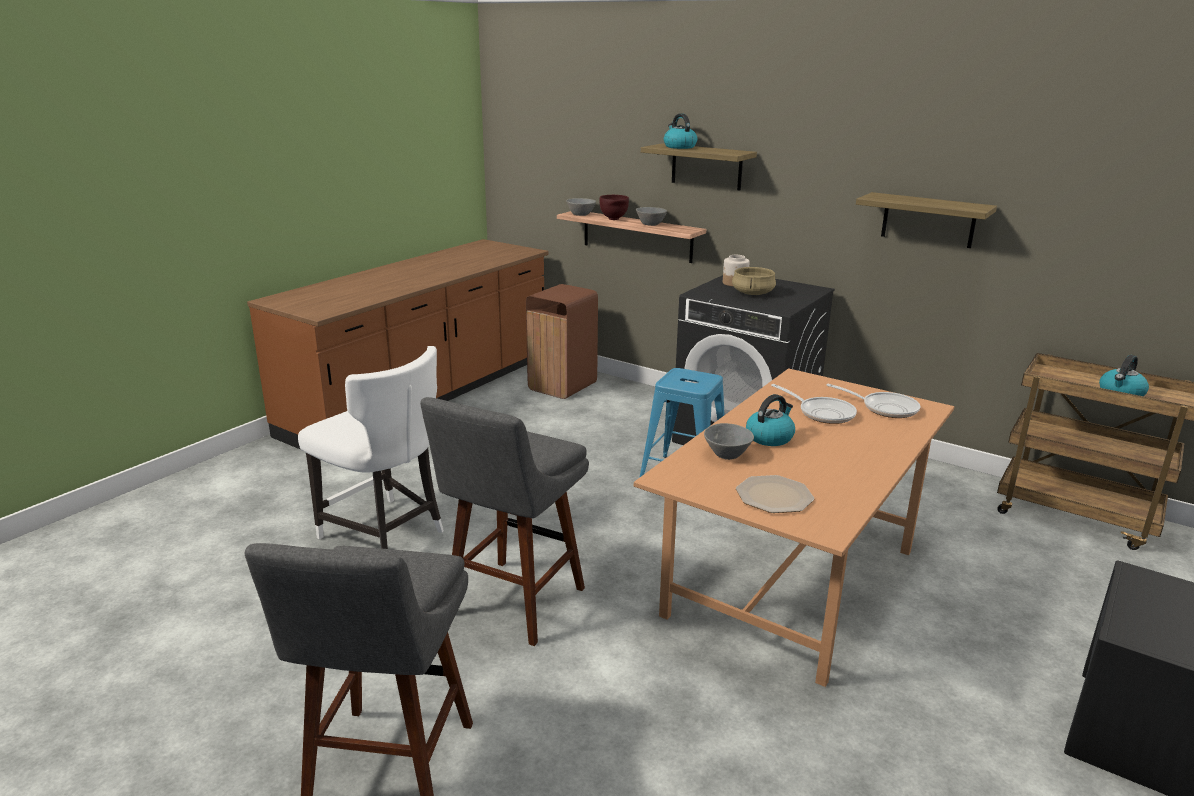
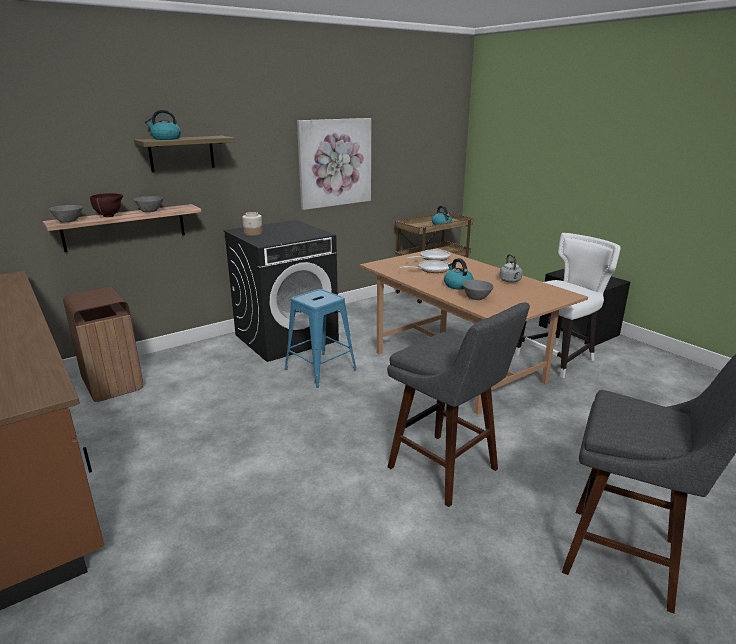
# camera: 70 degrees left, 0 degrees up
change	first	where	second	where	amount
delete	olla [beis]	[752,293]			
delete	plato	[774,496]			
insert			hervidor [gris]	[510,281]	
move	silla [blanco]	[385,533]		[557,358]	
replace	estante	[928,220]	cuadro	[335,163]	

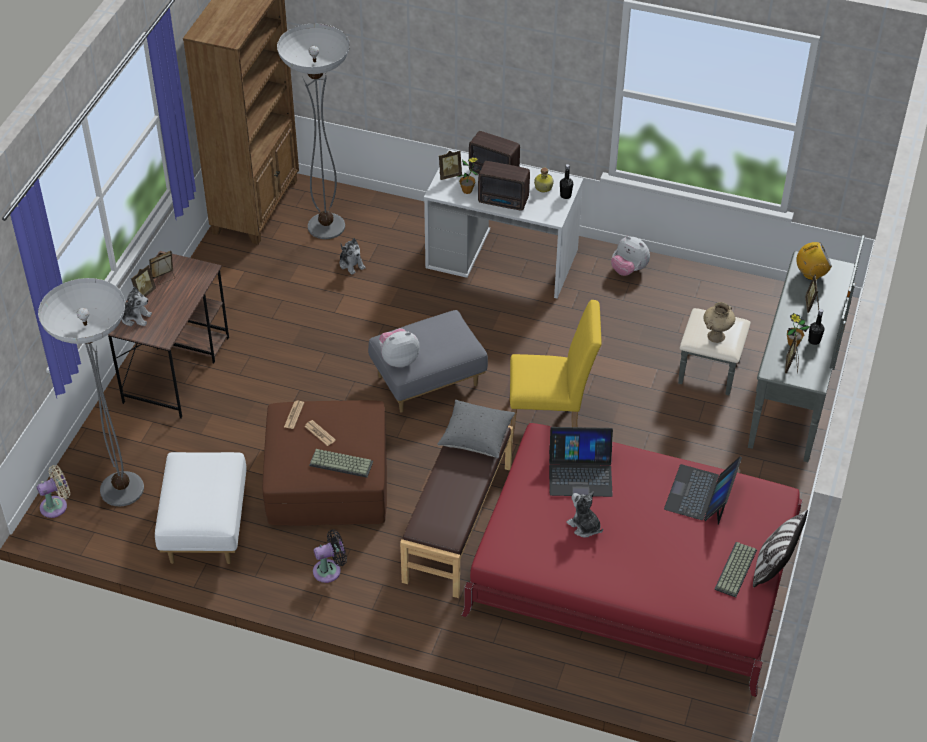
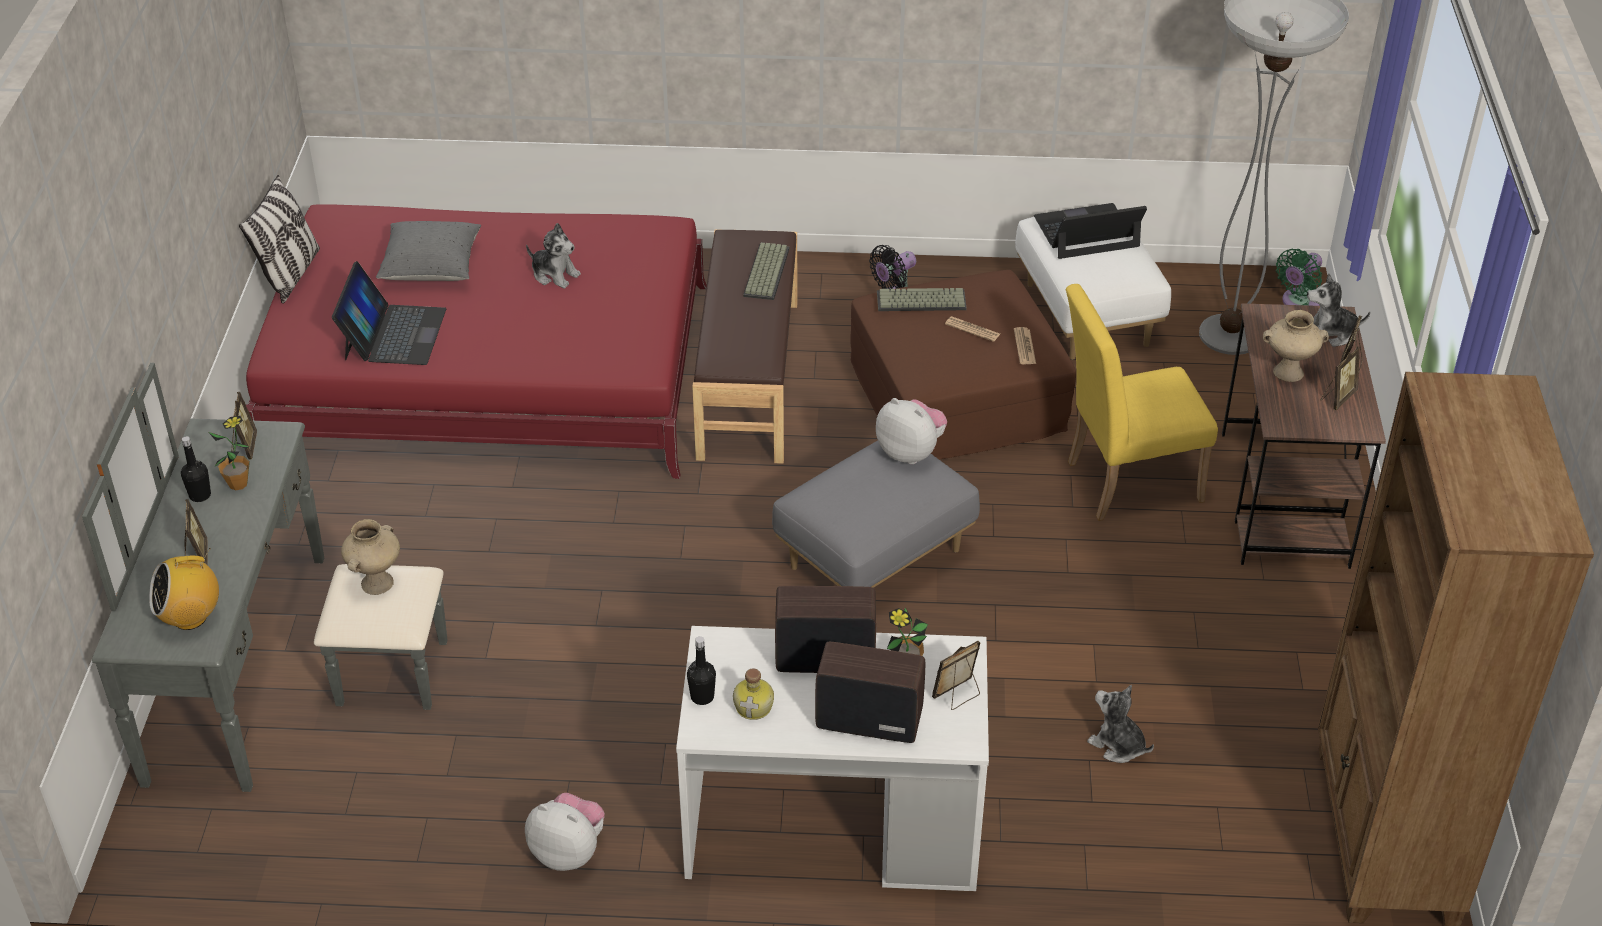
# camera: 165 degrees right, 5 degrees down
change	first	where	second	where	amount
delete	lámpara de pie	[326,226]			
insert			florero [beis]	[1287,373]	
move	cojín [gris]	[476,437]		[431,267]	
move	silla [amarillo]	[551,420]		[1123,482]	
move	portátil	[580,473]		[1086,232]	
move	teclado	[736,570]		[765,271]	
recolor	ventilador [beis]	[56,506]	ventilador [verde]	[1298,303]	
rotate	peluche	[398,359]		[910,452]	105 degrees counterclockwise

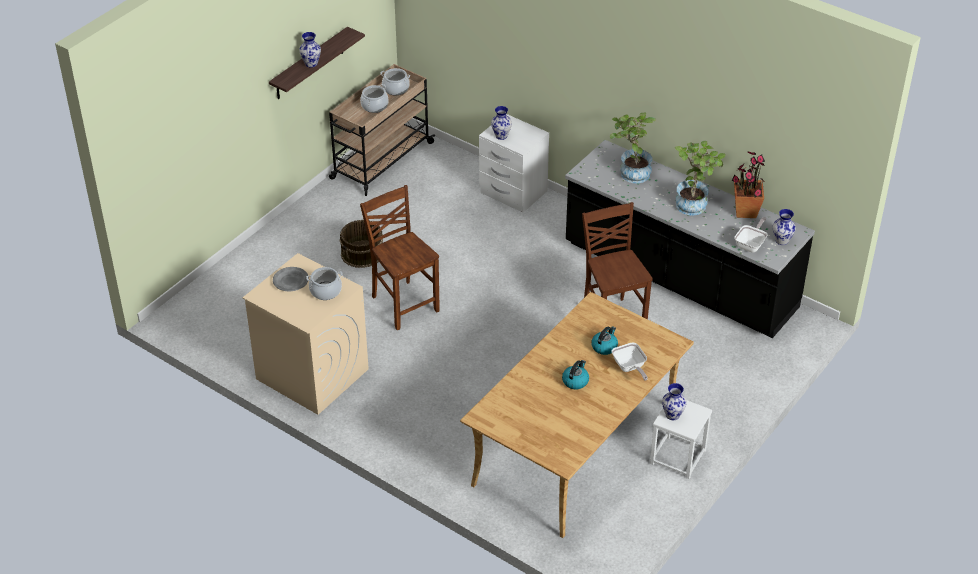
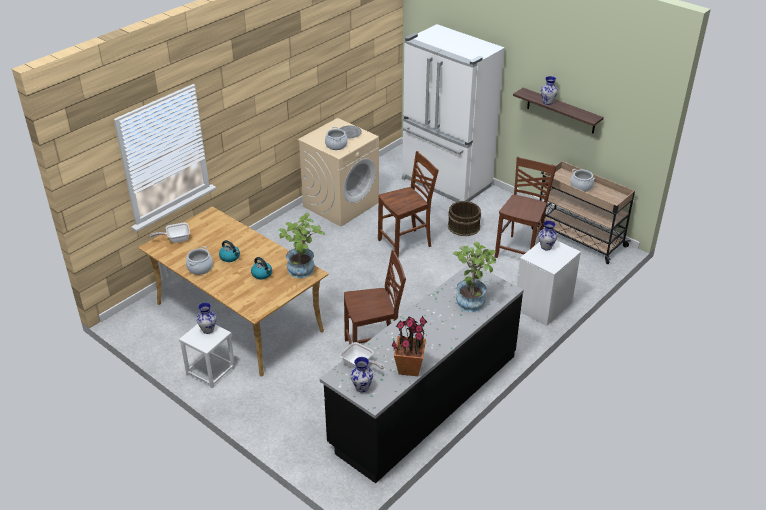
# camera: 95 degrees right, 5 degrees down
change	first	where	second	where	amount
insert			nevera [blanco]	[445,183]	
insert			silla [marrón]	[520,250]	
move	olla	[395,89]		[200,268]	
move	sartén	[629,368]		[176,239]	
move	planta en maceta	[694,203]		[303,272]	

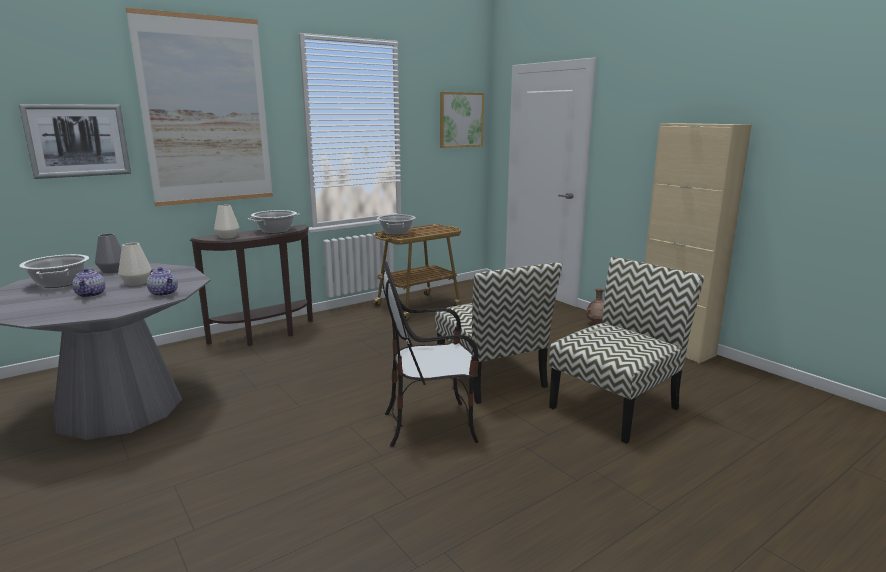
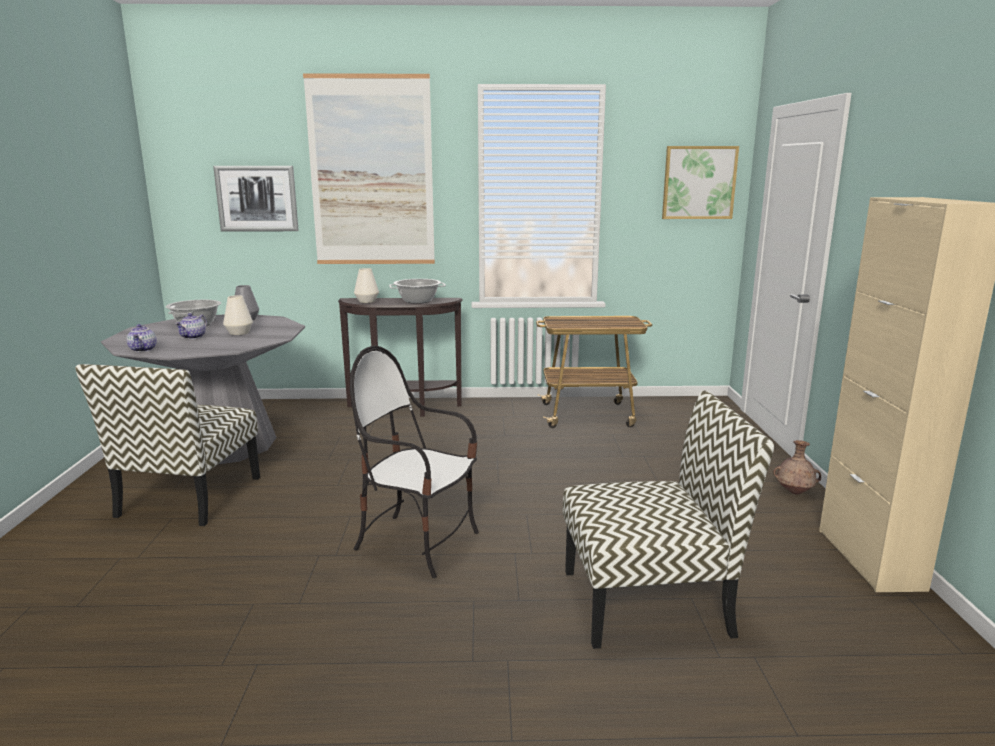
# camera: 35 degrees right, 0 degrees up
change	first	where	second	where	amount
delete	olla	[396,233]			
move	tetera	[164,293]		[144,350]	
move	silla	[492,377]		[189,497]	

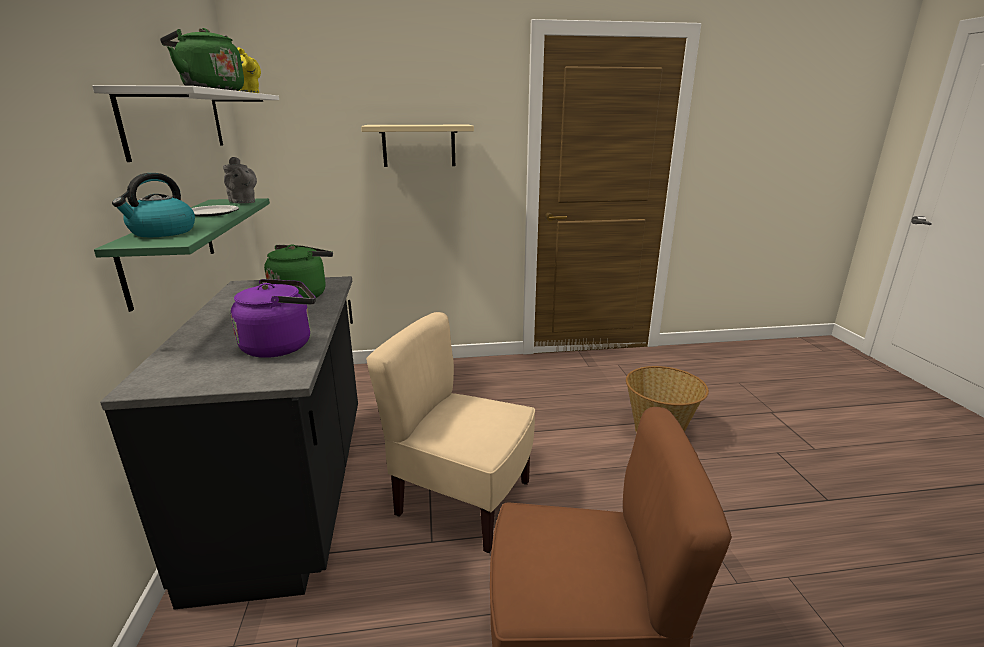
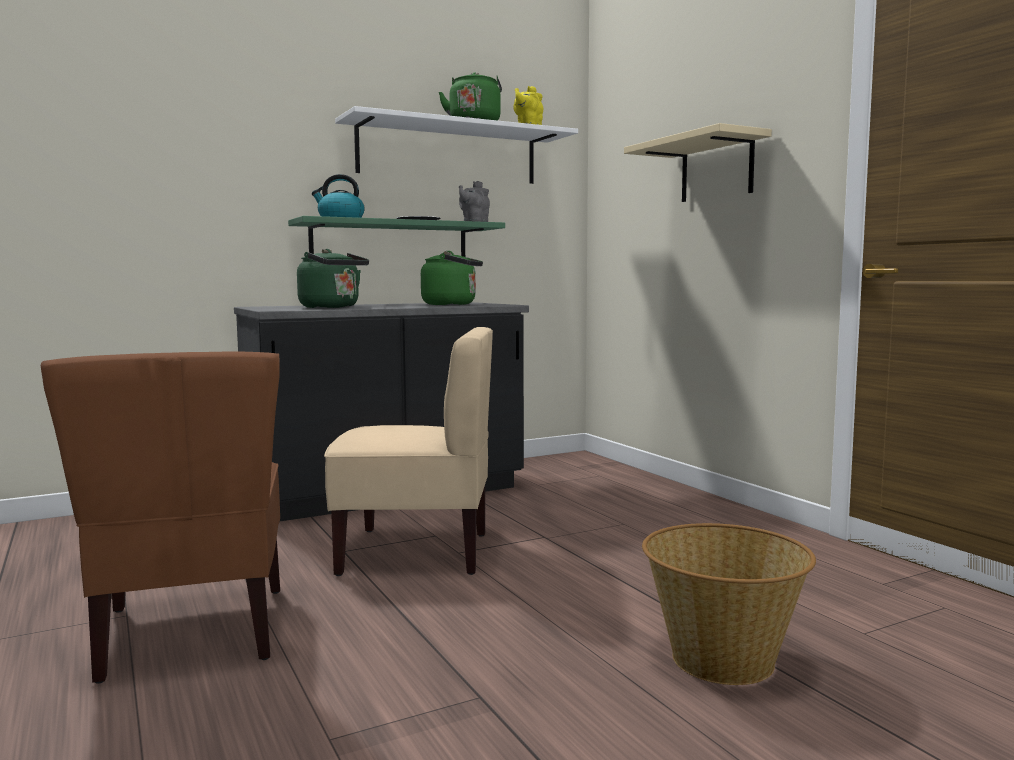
# camera: 70 degrees right, 15 degrees down
change	first	where	second	where	amount
recolor	hervidor [morado]	[281,346]	hervidor [verde]	[332,307]	
rotate	silla [beis]	[462,500]		[416,553]	90 degrees clockwise

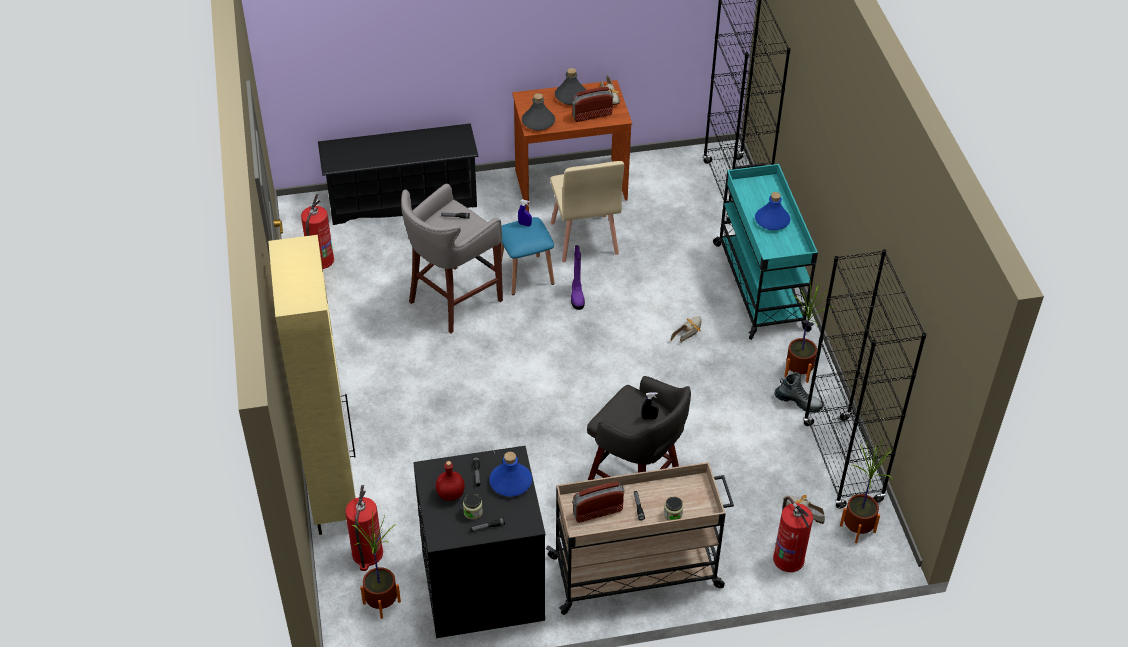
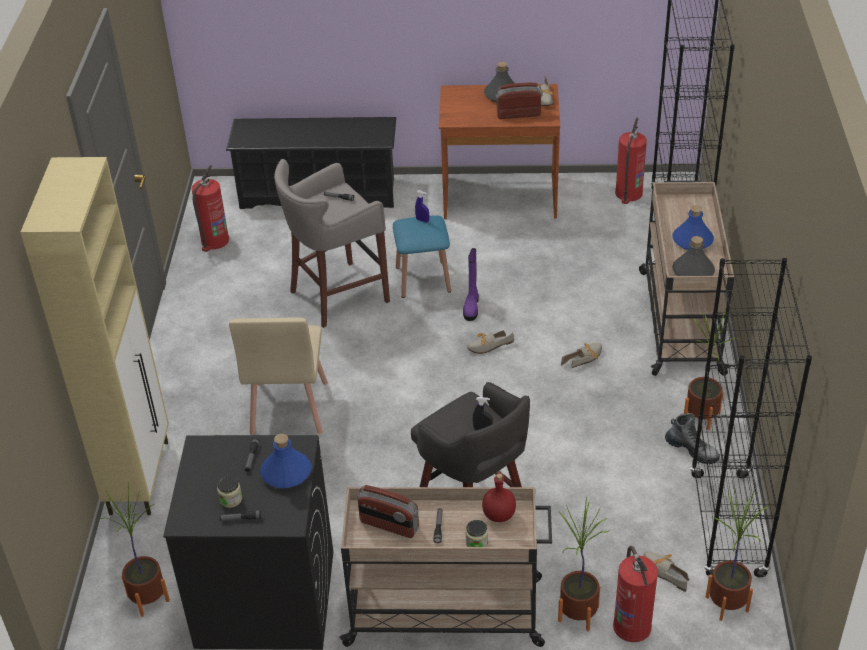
# camera: 15 degrees right, 5 degrees down
change	first	where	second	where	amount
insert			zapato	[487,346]	
insert			planta en maceta	[578,614]	
move	extintor	[367,554]		[628,193]	
move	botella [rojo]	[451,494]		[499,515]	
move	botella [gris]	[538,122]		[693,271]	
move	silla [beis]	[584,238]		[288,408]	
recolor	carrito [turquesa]	[759,285]	carrito [beis]	[680,320]	
rotate	radio	[597,511]		[389,525]	150 degrees counterclockwise

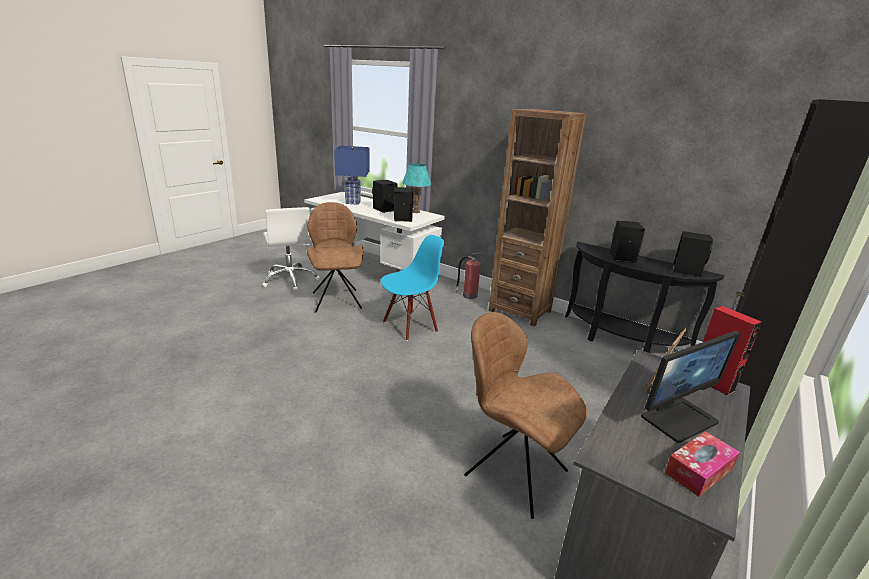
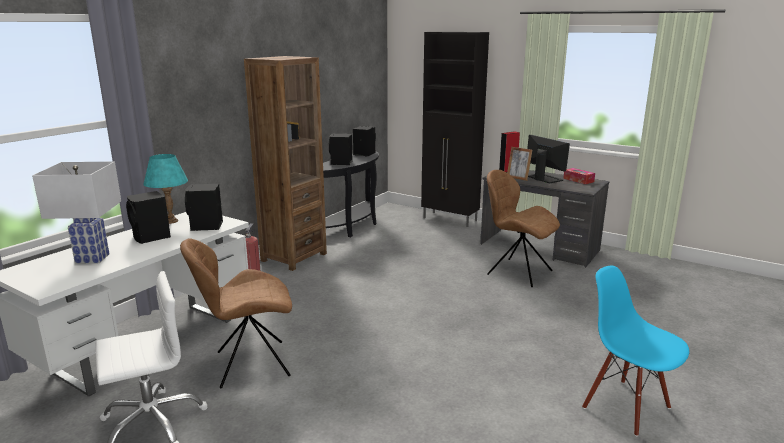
# camera: 90 degrees left, 5 degrees down
change	first	where	second	where	amount
move	silla [azul]	[410,326]		[626,407]	
recolor	lámpara de mesa [azul]	[353,202]	lámpara de mesa [blanco]	[91,259]	
rotate	silla [marrón]	[512,471]		[517,272]	90 degrees clockwise

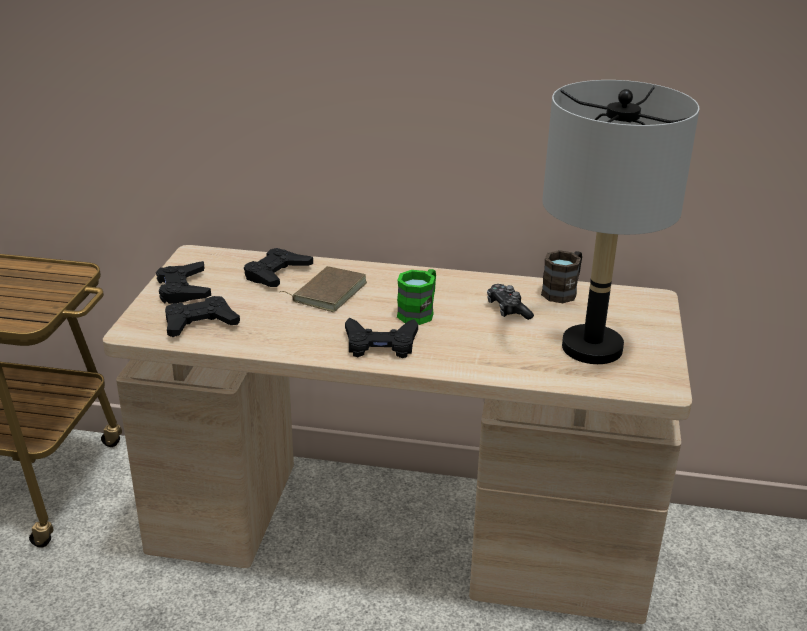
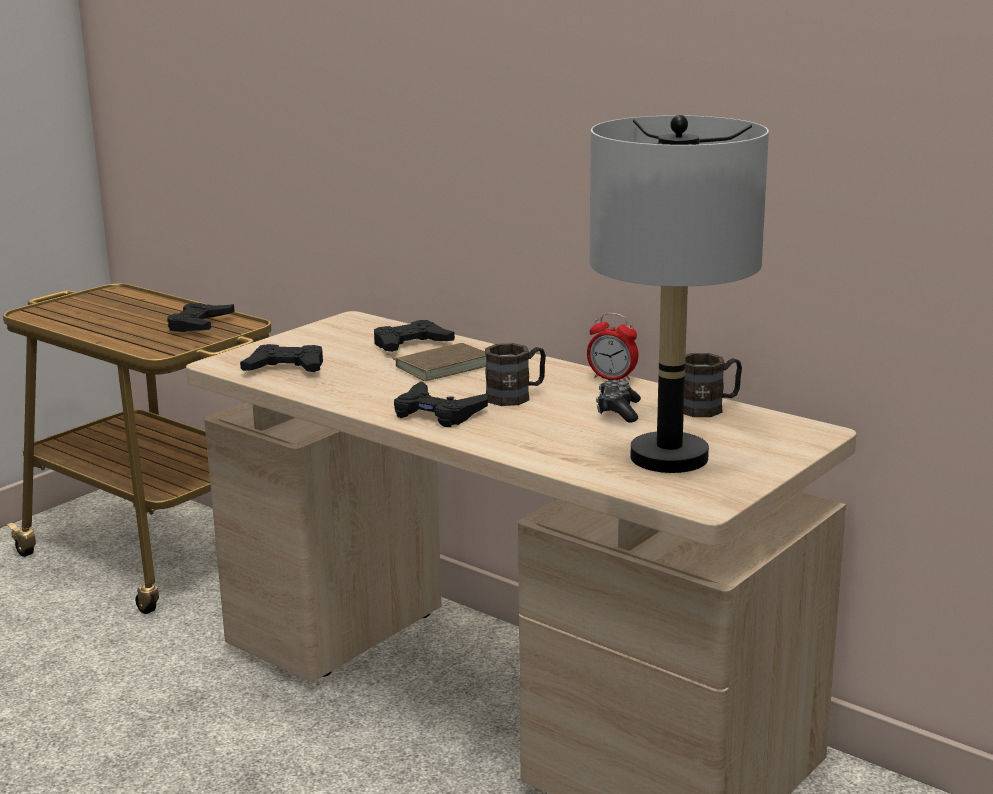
# camera: 30 degrees right, 10 degrees down
change	first	where	second	where	amount
insert			despertador	[612,378]	
move	mando de consola [negro]	[183,289]		[199,324]	
recolor	taza grande [verde]	[419,311]	taza grande [marrón]	[516,396]	

